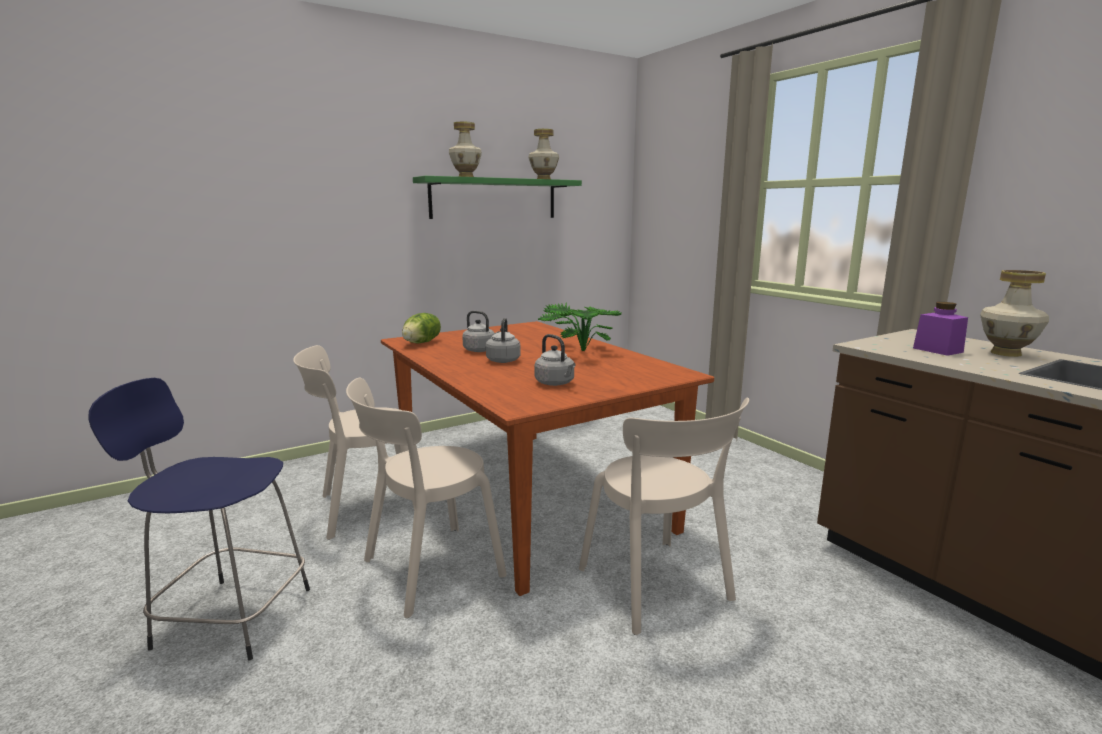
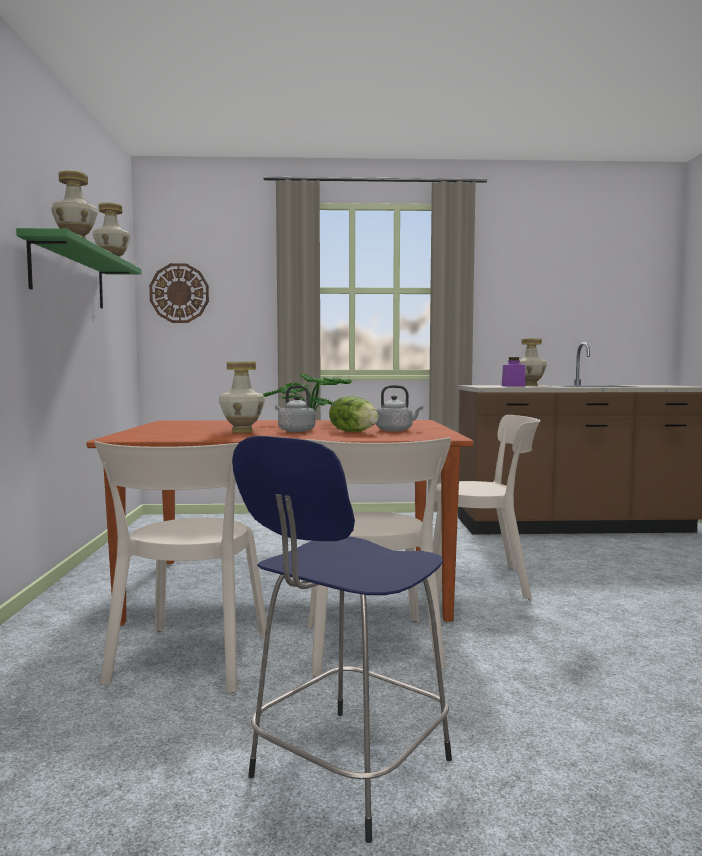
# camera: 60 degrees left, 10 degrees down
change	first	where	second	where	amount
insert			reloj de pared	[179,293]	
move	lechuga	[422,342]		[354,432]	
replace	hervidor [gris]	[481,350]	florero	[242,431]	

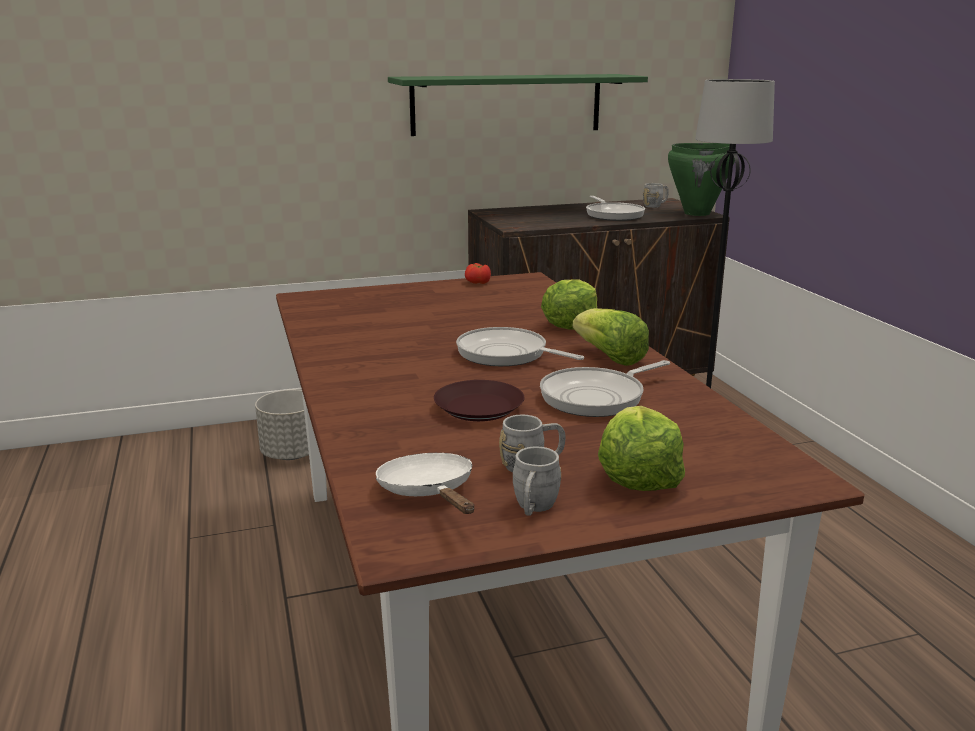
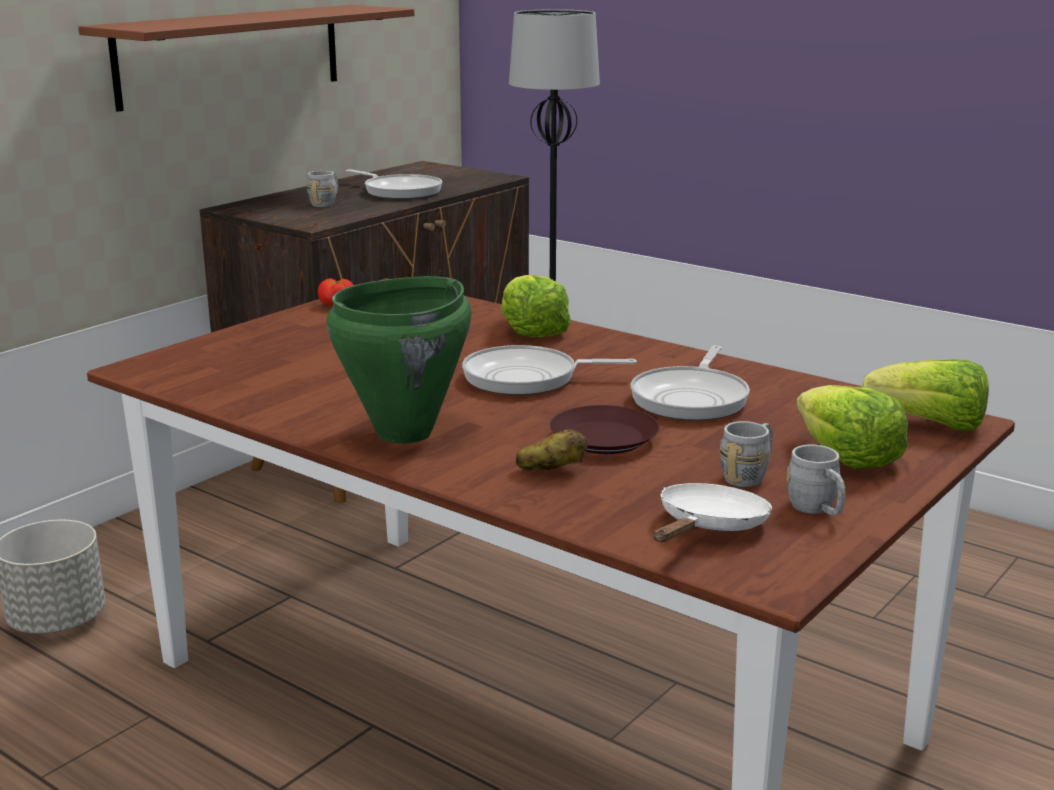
# camera: 35 degrees left, 0 degrees up
change	first	where	second	where	amount
insert			patata	[552,470]	
move	lechuga	[609,357]		[929,425]	
move	taza grande [gris]	[655,205]		[326,203]	
move	olla [verde]	[697,213]		[405,433]	
recolor	estante [verde]	[507,104]	estante [marrón]	[231,55]	
rotate	sartén [blanco]	[429,492]		[709,527]	90 degrees clockwise

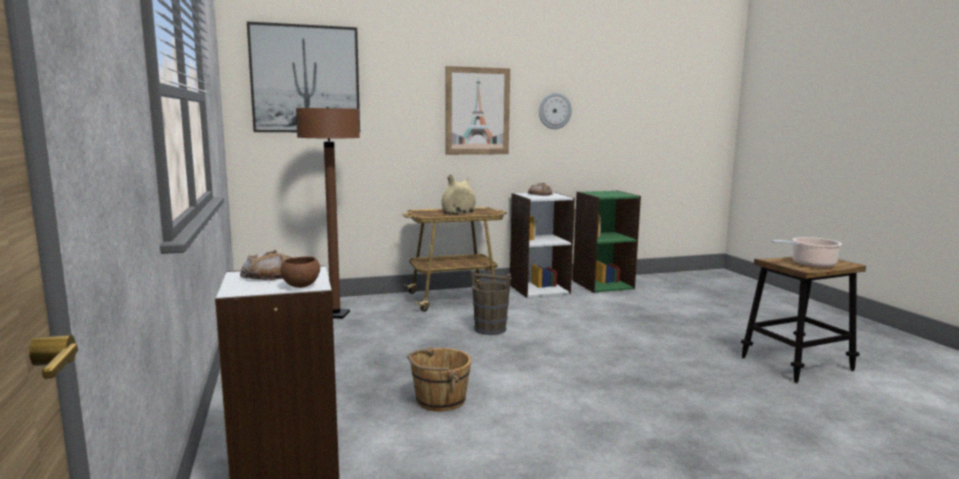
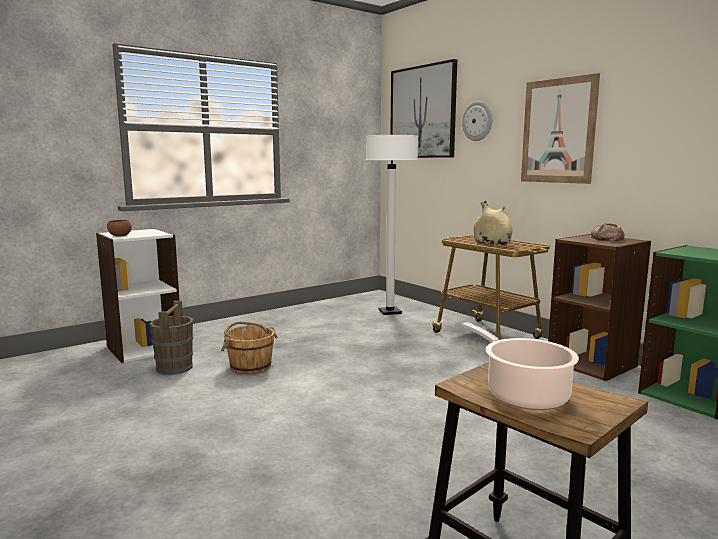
# camera: 70 degrees right, 0 degrees up
change	first	where	second	where	amount
delete	pan	[269,275]			
move	cubo [marrón]	[489,329]		[175,367]	
move	reloj de pared	[554,111]		[477,121]	
recolor	lámpara de pie [marrón]	[335,315]	lámpara de pie [blanco]	[390,312]	
recolor	estantería [blanco]	[539,289]	estantería [marrón]	[592,363]	

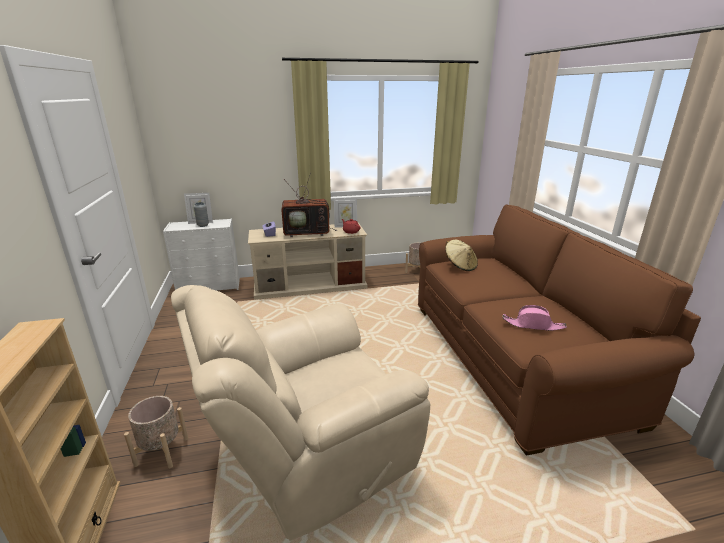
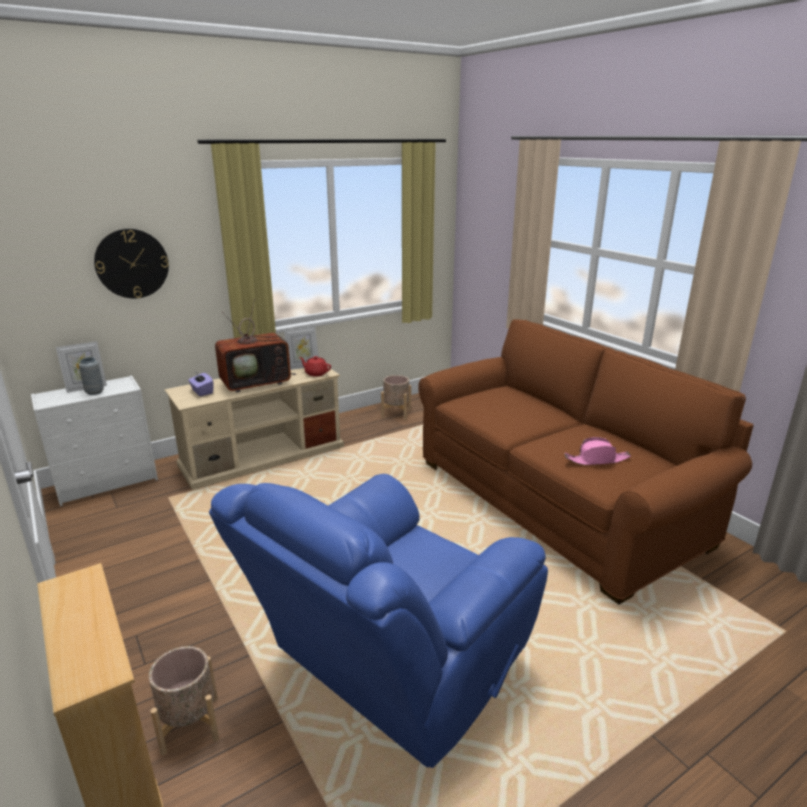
# camera: 20 degrees left, 0 degrees up
change	first	where	second	where	amount
delete	sombrero [beis]	[460,266]			
insert			reloj de pared	[132,263]	
recolor	sillón [beis]	[307,457]	sillón [azul]	[389,674]	

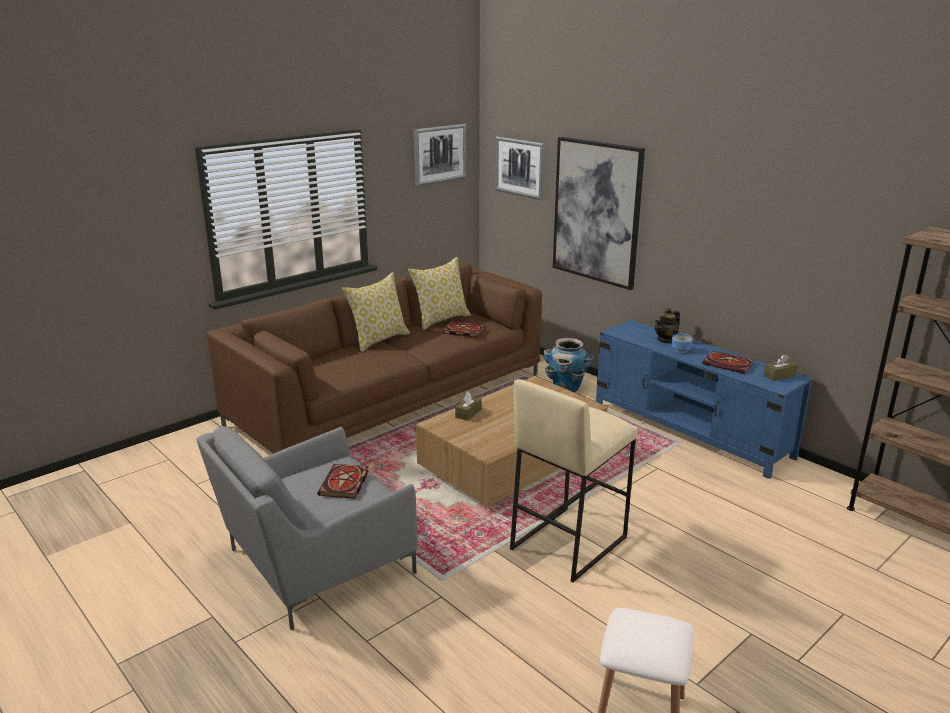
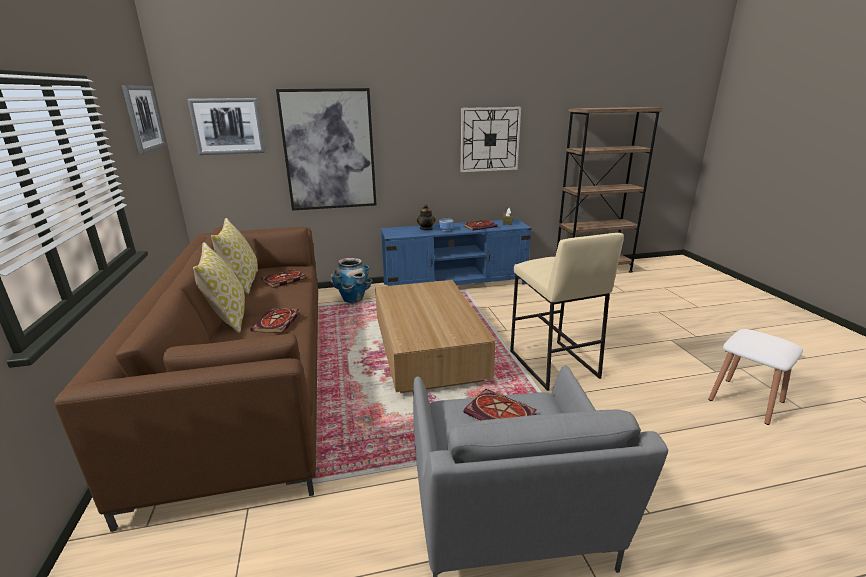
# camera: 60 degrees left, 0 degrees up
change	first	where	second	where	amount
delete	caja de pañuelos [marrón]	[468,413]			
insert			libro	[277,323]	
insert			reloj de pared	[490,139]	

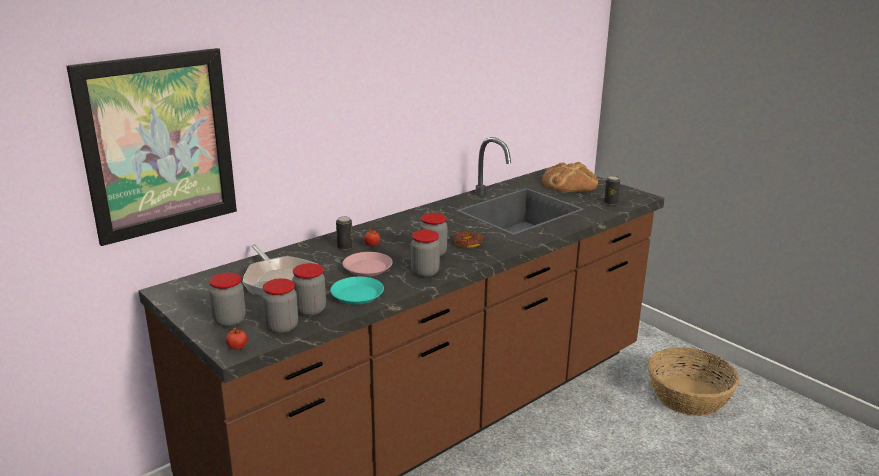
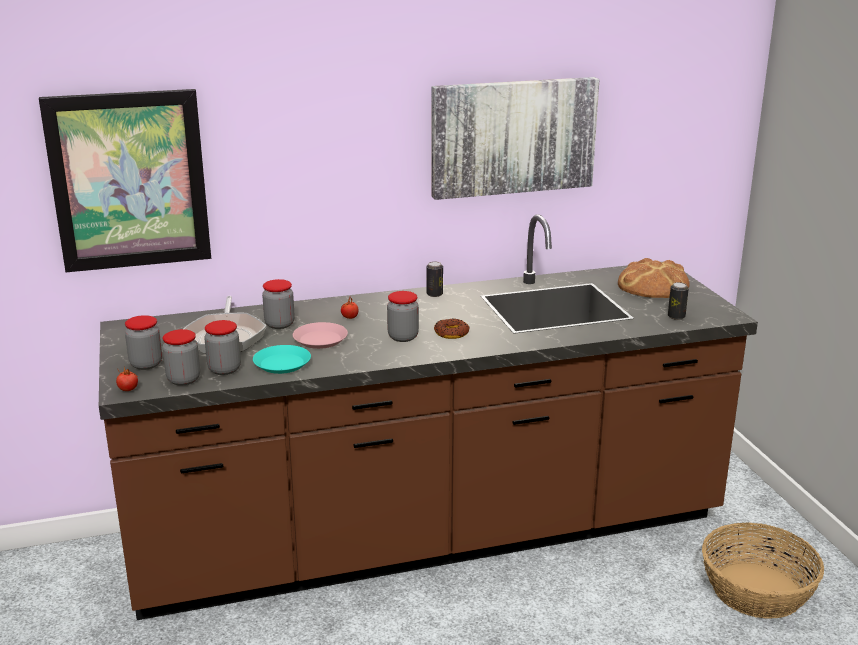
# camera: 25 degrees right, 0 degrees up
change	first	where	second	where	amount
insert			cuadro	[513,136]	
move	lata	[345,247]		[434,294]	
move	tarro	[425,272]		[279,324]	

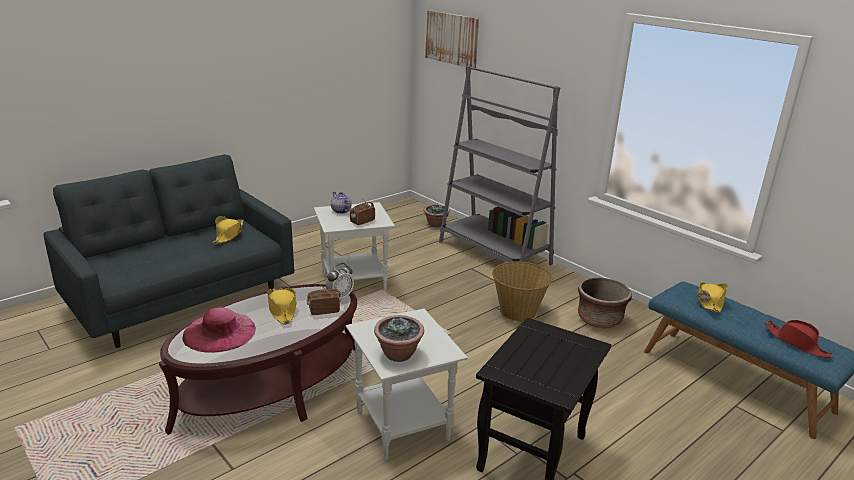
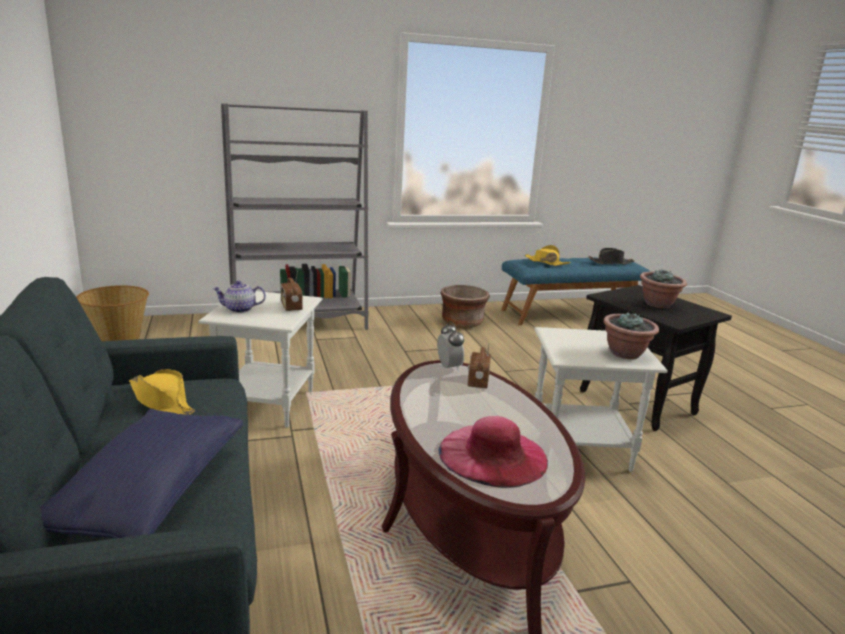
# camera: 65 degrees left, 5 degrees down
change	first	where	second	where	amount
delete	sombrero [amarillo]	[282,309]			
delete	cuadro	[452,38]			
insert			cojín [azul]	[149,494]	
move	planta en maceta	[436,224]		[658,304]	
move	cesta	[518,311]		[118,338]	
recolor	sombrero [rojo]	[797,343]	sombrero [negro]	[610,262]	

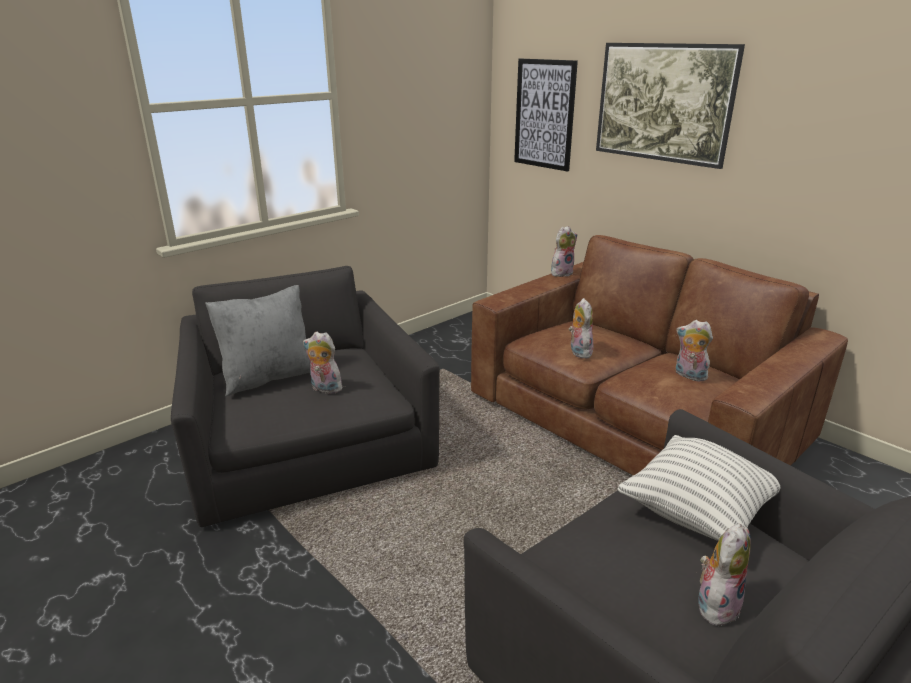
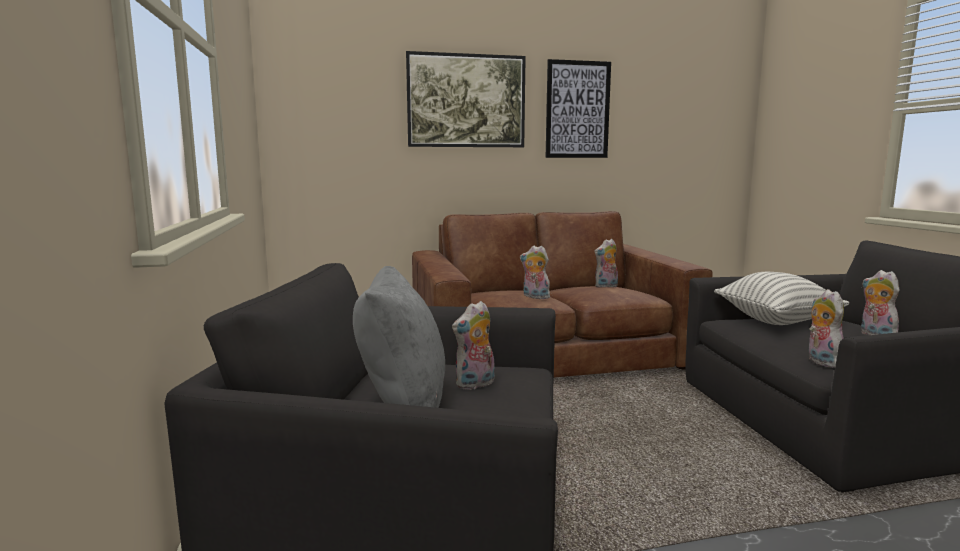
# camera: 60 degrees left, 15 degrees down
change	first	where	second	where	amount
move	cuadro	[544,114]		[577,110]	
move	peluche	[561,273]		[821,361]	

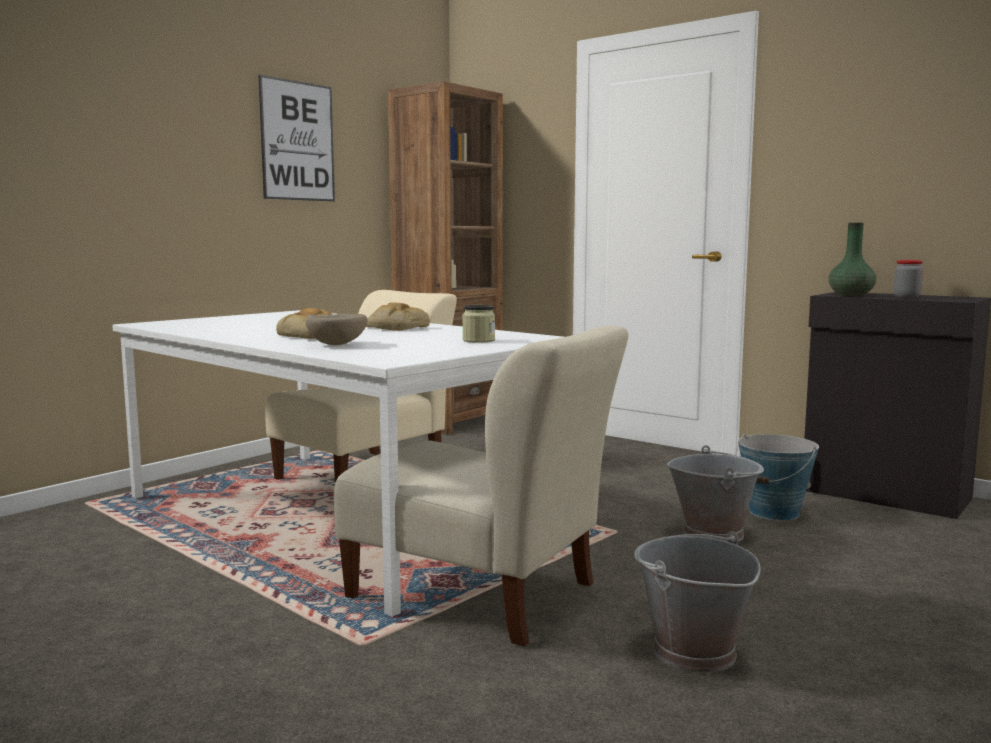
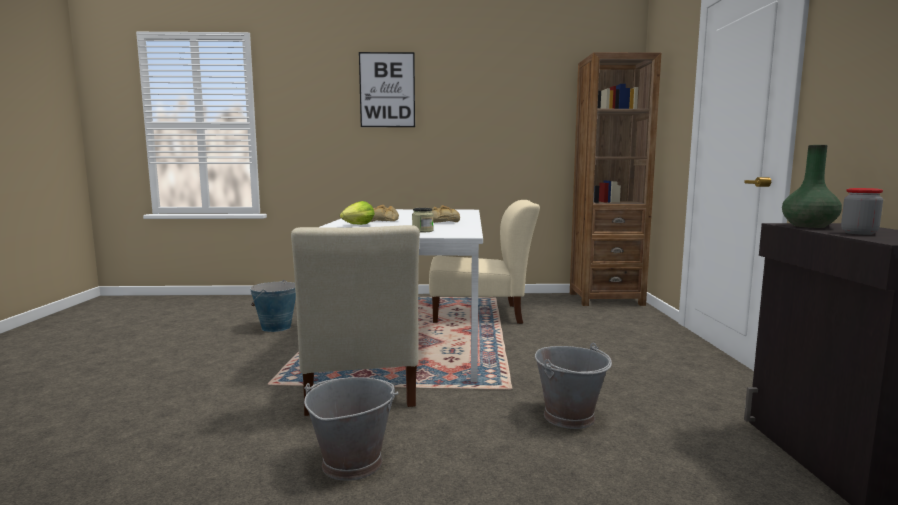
# camera: 50 degrees right, 0 degrees up
change	first	where	second	where	amount
move	cuadro	[297,141]		[387,90]	
move	cubo	[774,512]		[276,327]	
replace	cuenco [beis]	[338,344]	lechuga	[358,225]	

